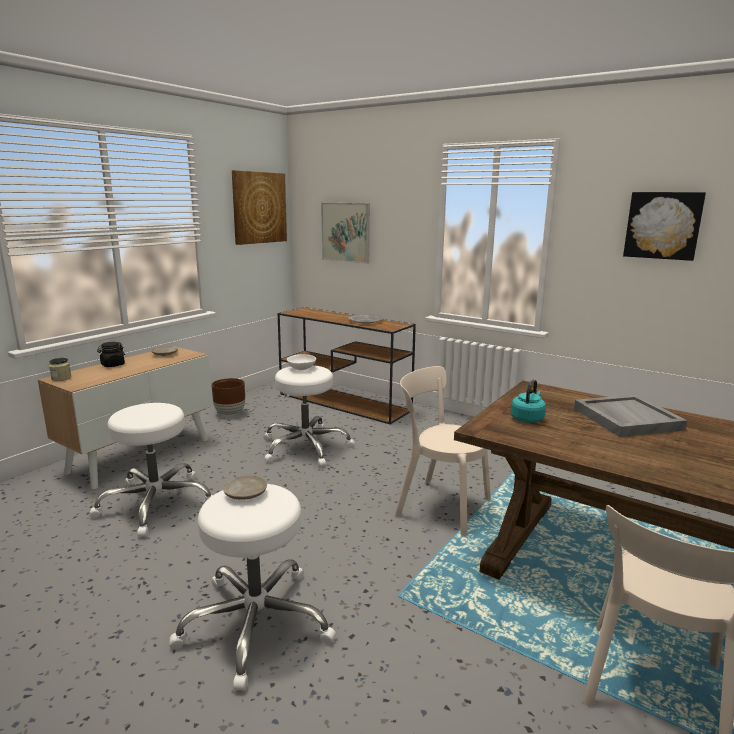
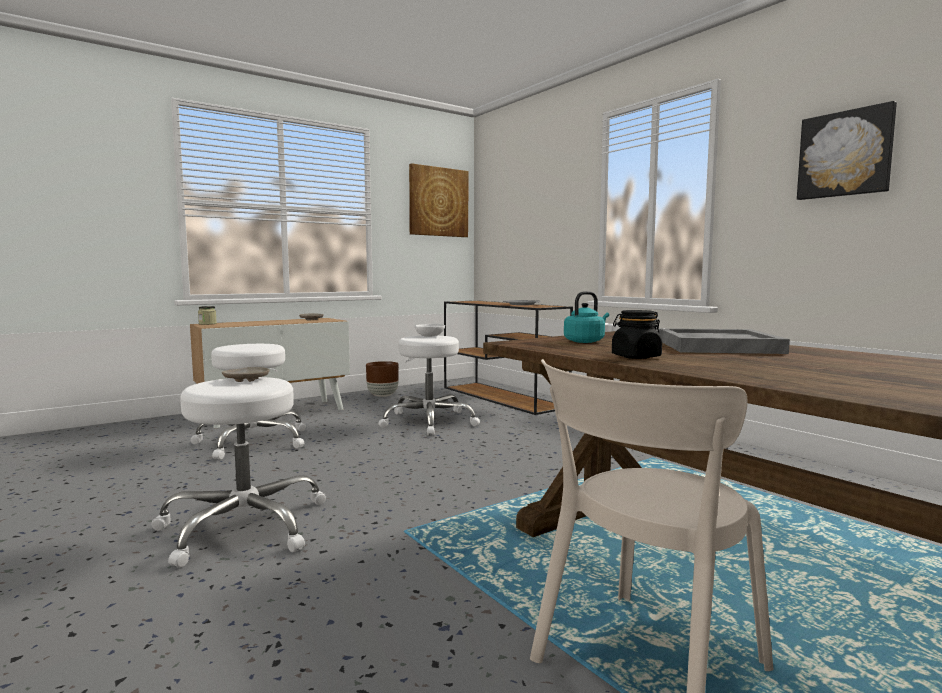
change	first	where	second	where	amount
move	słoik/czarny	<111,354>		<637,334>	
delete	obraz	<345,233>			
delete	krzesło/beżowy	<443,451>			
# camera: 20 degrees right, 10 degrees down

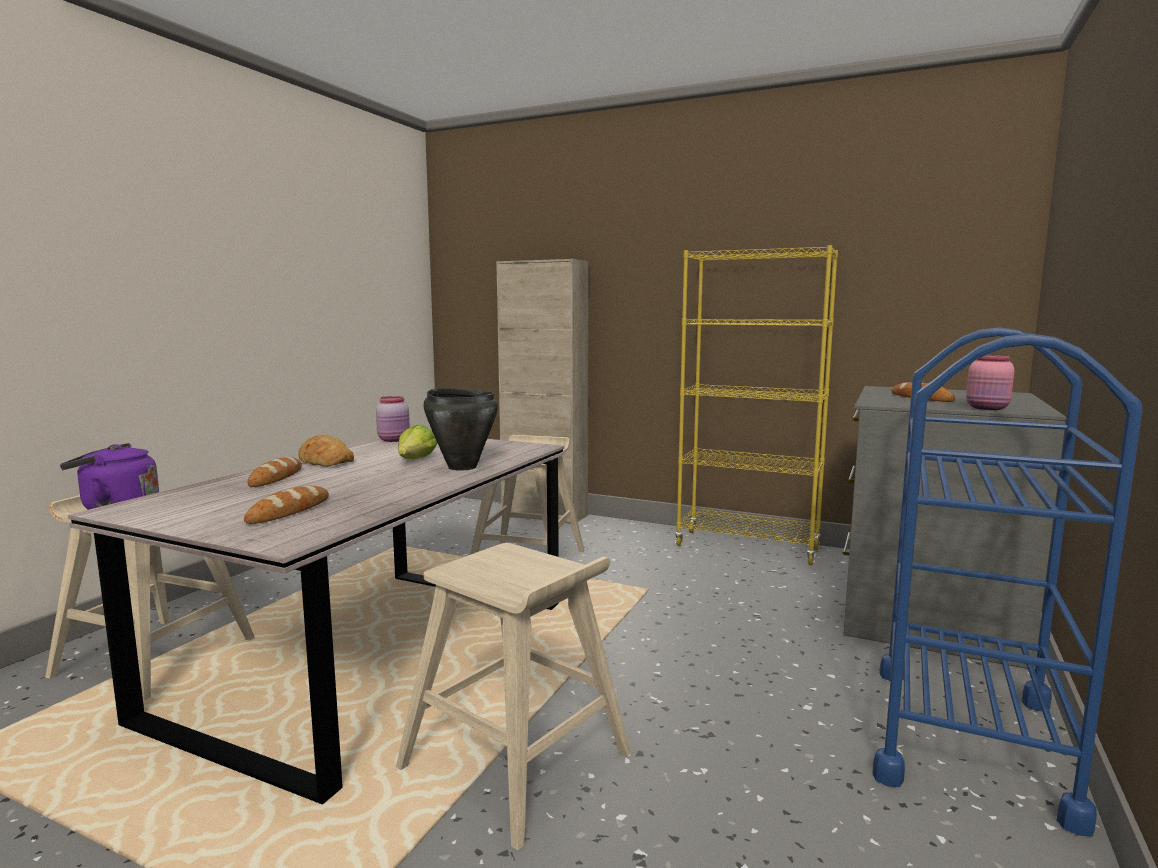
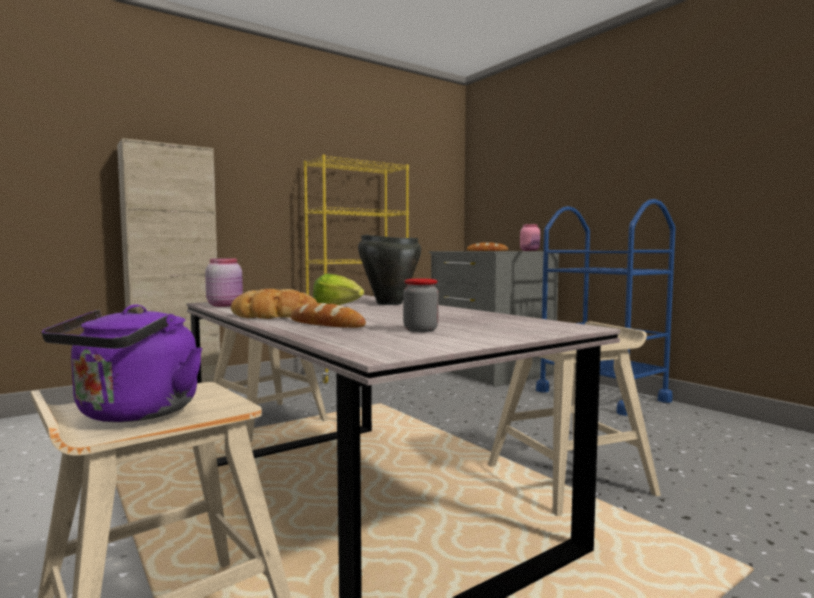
change	first	where	second	where	amount
delete	chleb	<286,505>			
insert			słoik	<421,305>	
# camera: 60 degrees left, 5 degrees down

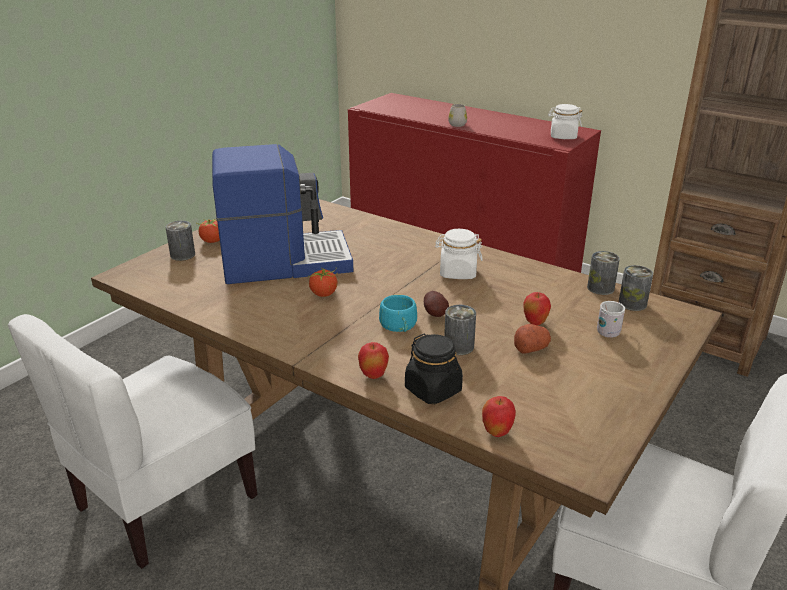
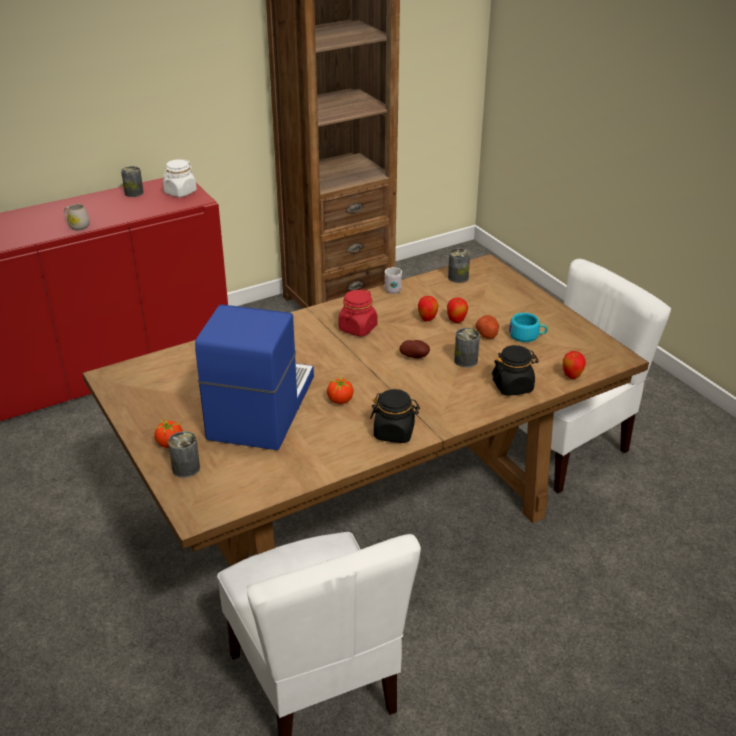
change	first	where	second	where	amount
move	jabłko	<373,360>		<428,308>	
move	filiżanka/turkusowy	<398,313>		<528,327>	
recolor	słoik/biały	<458,254>	słoik/czerwony	<357,313>	
move	puszka	<603,273>		<132,181>	
move	kubek/biały	<611,319>		<393,280>	
insert			słoik/czarny	<395,416>	
# camera: 65 degrees left, 5 degrees up

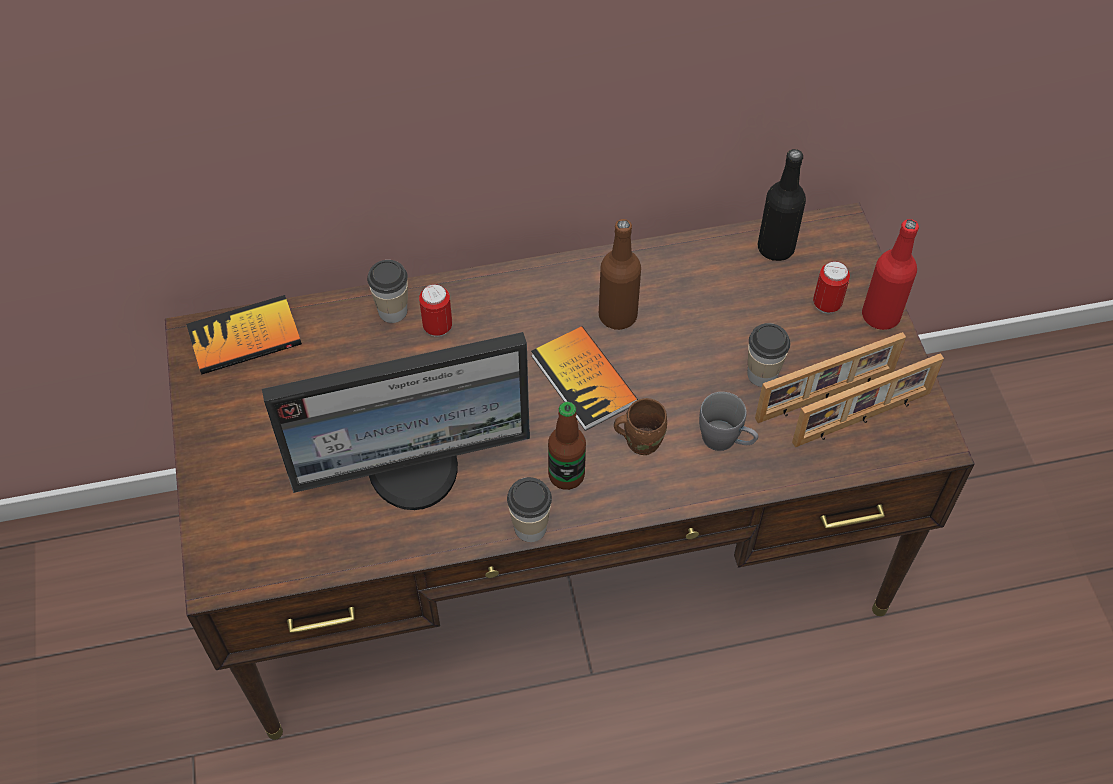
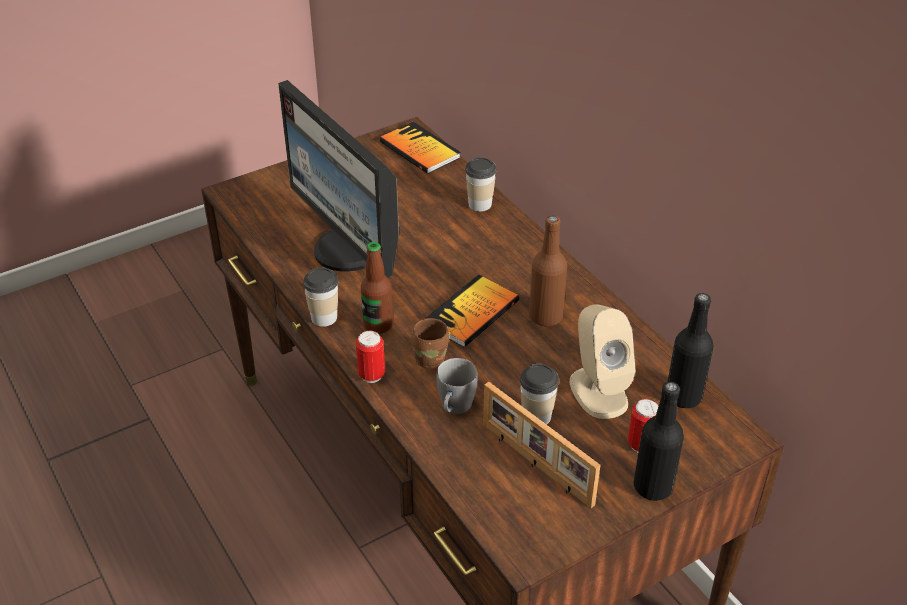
change	first	where	second	where	amount
move	puszka	<435,310>		<370,357>	
delete	ramka na zdjęcie	<868,400>			
recolor	butelka/czerwony	<890,274>	butelka/czarny	<659,441>	
insert			głośnik/beżowy	<603,361>	
# camera: 70 degrees right, 15 degrees down

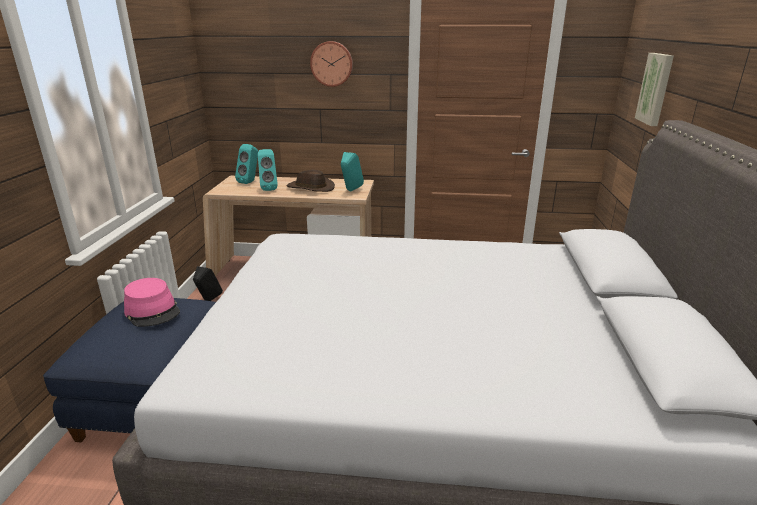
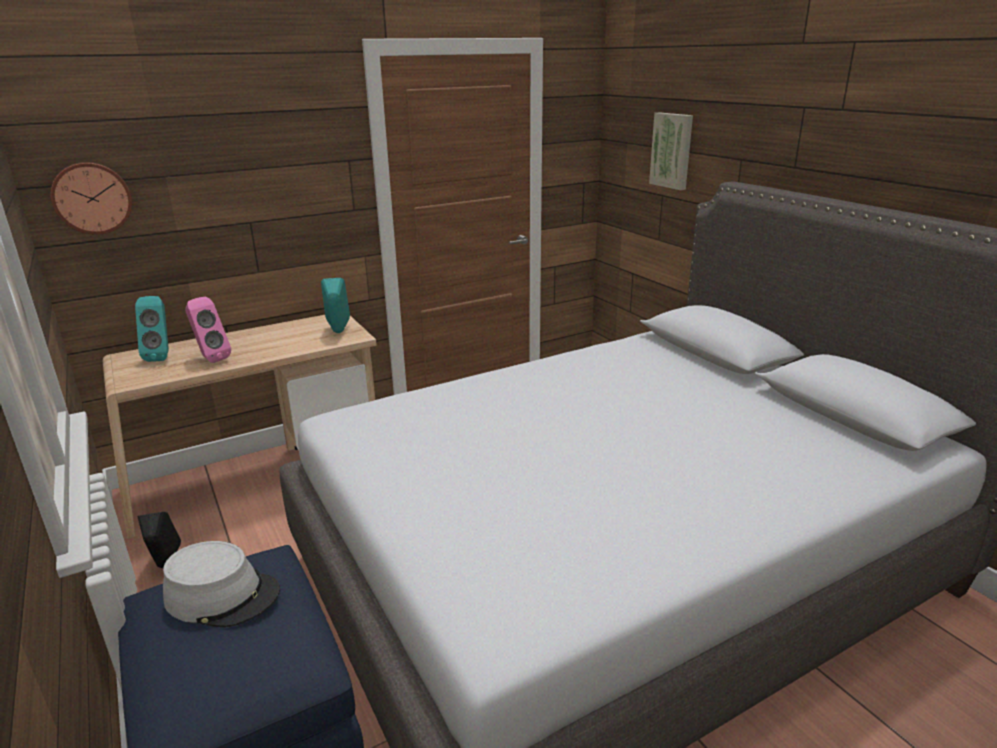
change	first	where	second	where	amount
recolor	kapelusz/różowy	<152,302>	kapelusz/szary	<221,584>	
recolor	głośnik/turkusowy	<268,170>	głośnik/różowy	<208,330>	
delete	kapelusz/brązowy	<311,181>			
move	zegar ścienny	<331,64>		<91,198>	
# camera: 35 degrees left, 0 degrees up

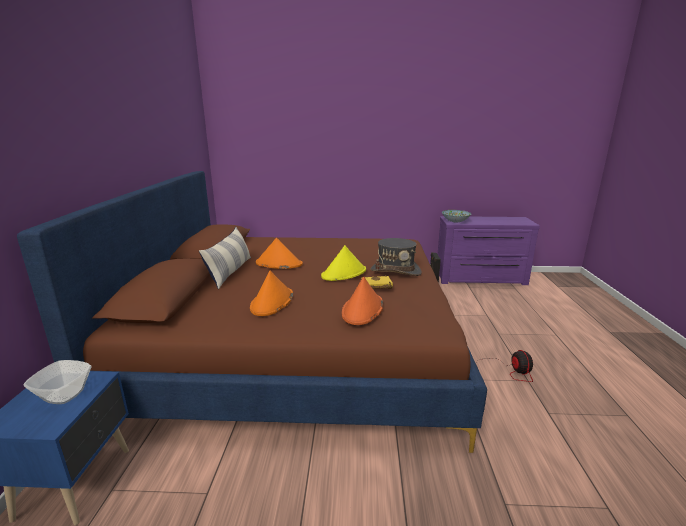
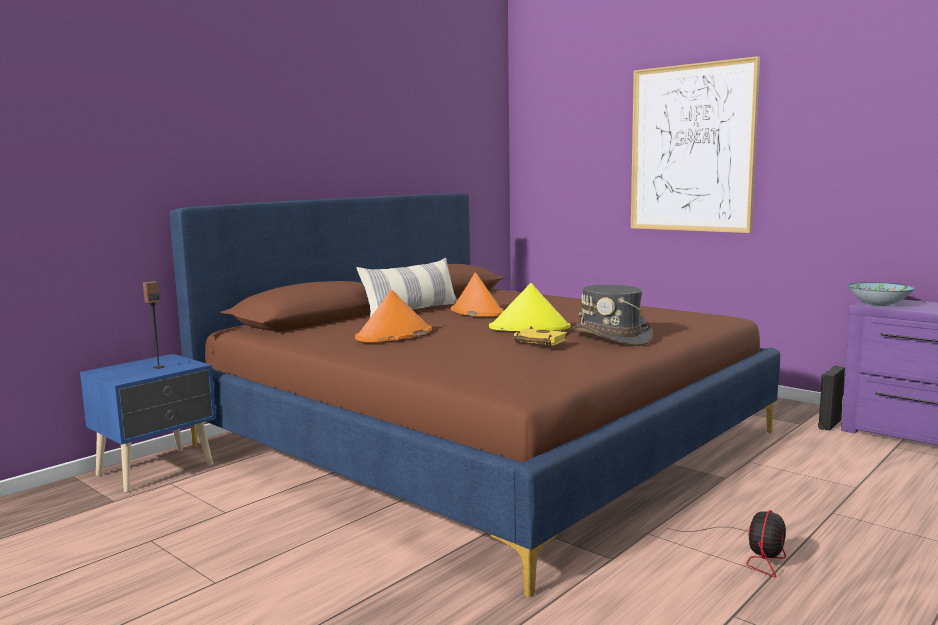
change	first	where	second	where	amount
replace	miska	<58,382>	głośnik	<154,325>	
delete	kapelusz/pomarańczowy	<362,301>			
insert			obraz	<695,144>	
# camera: 40 degrees right, 10 degrees down

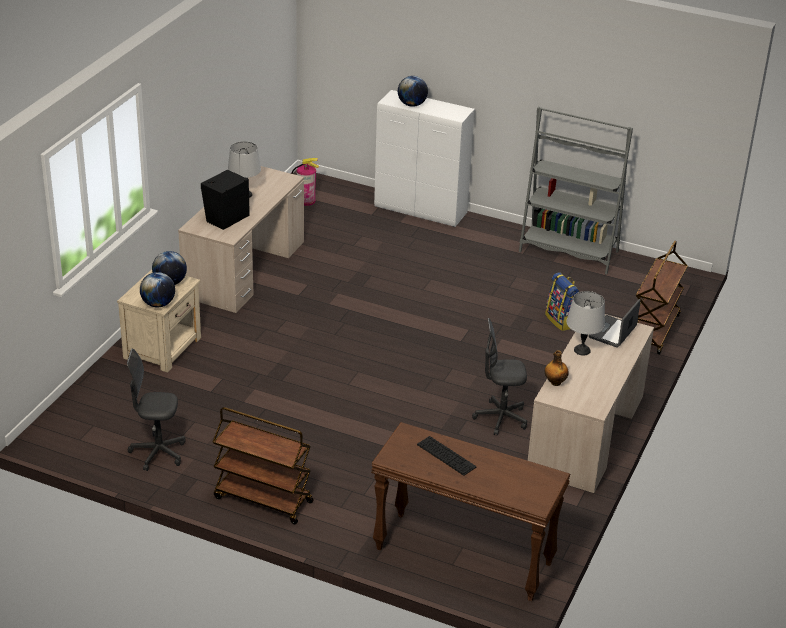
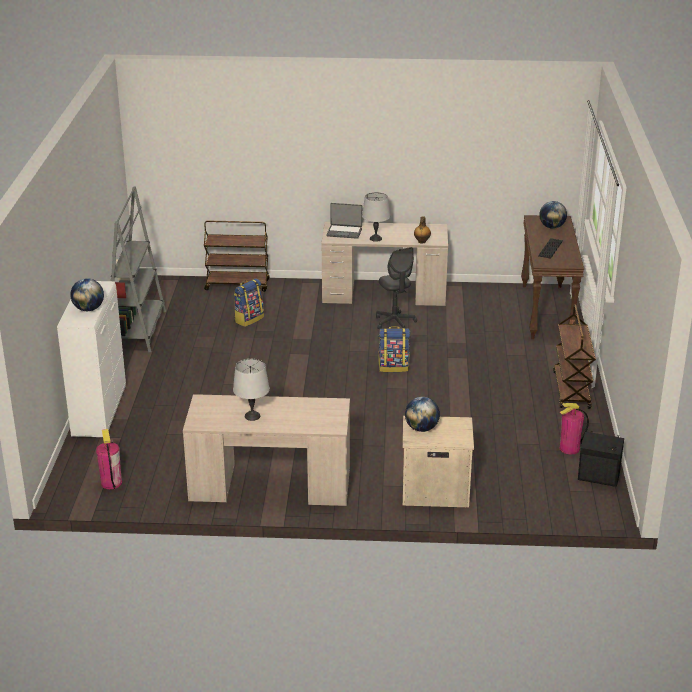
change	first	where	second	where	amount
replace	krzesło biurowe/szary	<156,410>	gaśnica	<574,429>	
move	globus	<157,290>		<553,215>	
move	głośnik/czarny	<225,200>		<601,459>	
insert			plecak	<394,349>	
# camera: 110 degrees left, 5 degrees down

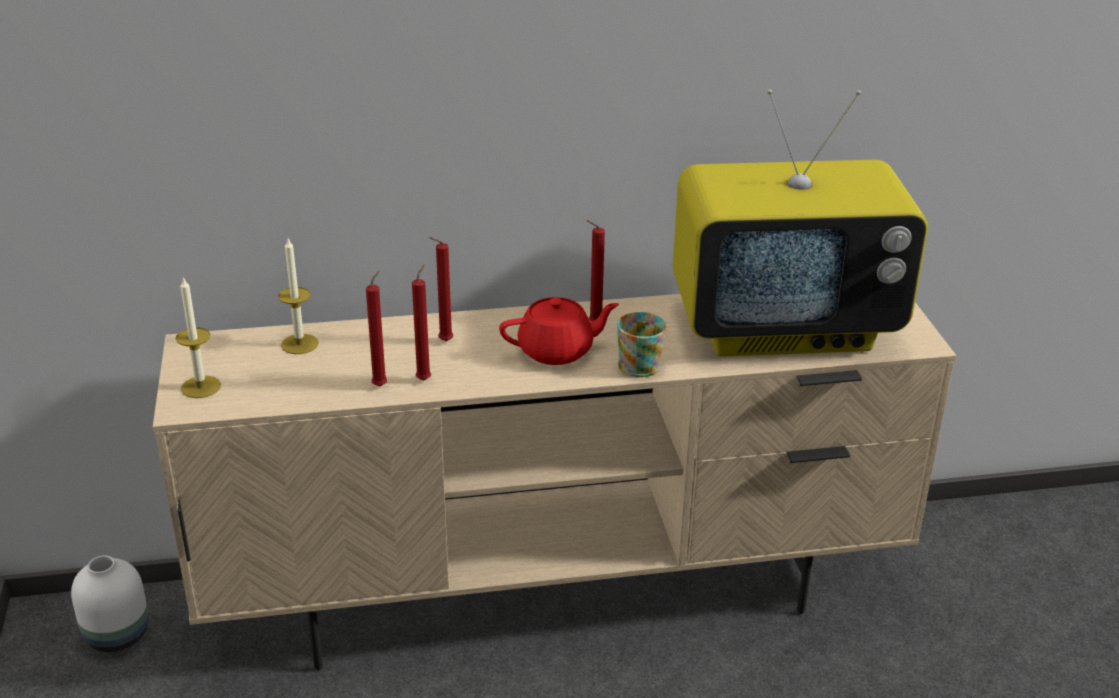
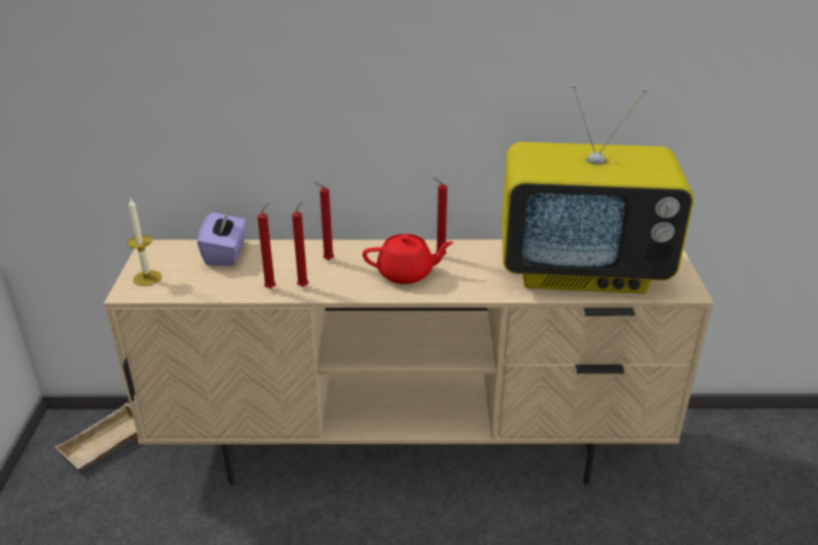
change	first	where	second	where	amount
replace	wazon/biały	<110,603>	taca/beżowy	<96,436>	
replace	świeca	<298,296>	pudełko chusteczek/fioletowy	<222,237>	
delete	kubek	<642,344>			
# camera: 10 degrees right, 0 degrees up

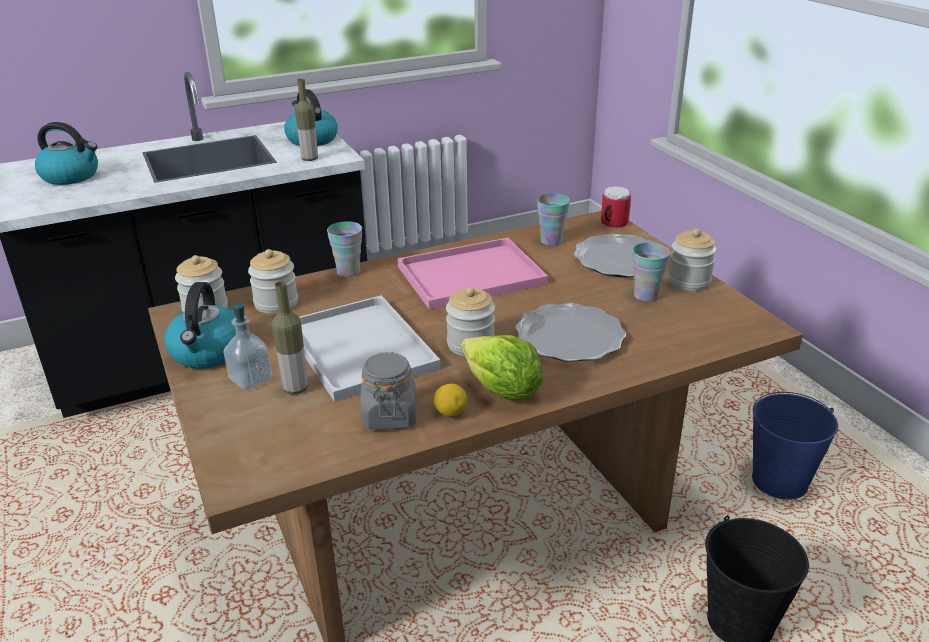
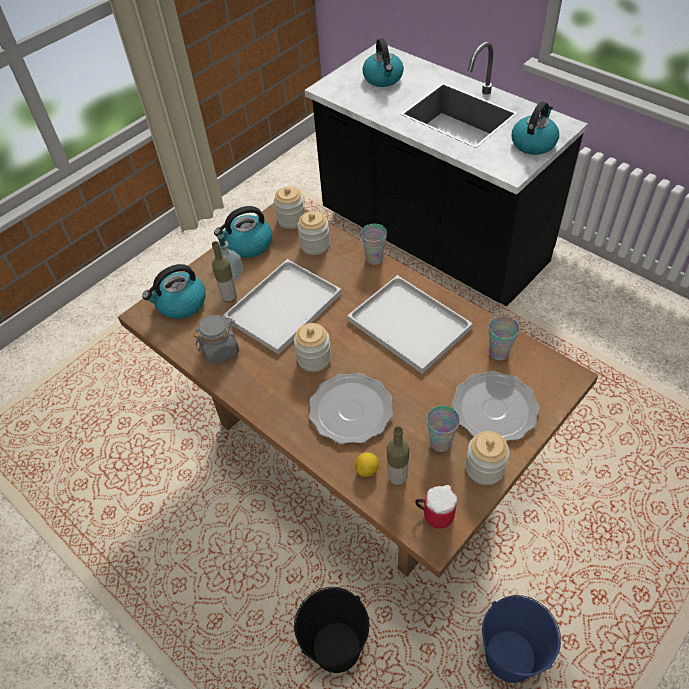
change	first	where	second	where	amount
move	butelka	<306,120>		<398,456>	
recolor	taca/różowy	<472,274>	taca/biały	<410,324>	
move	cytryna	<450,400>		<367,464>	
delete	sałata	<502,367>			
move	kubek	<616,206>		<436,507>	
insert			czajnik	<174,291>	
# camera: 70 degrees right, 20 degrees up

